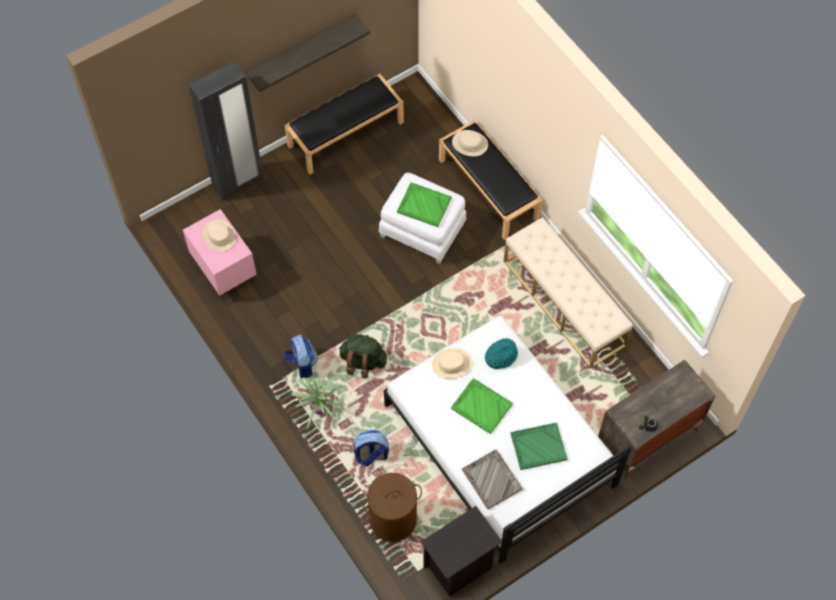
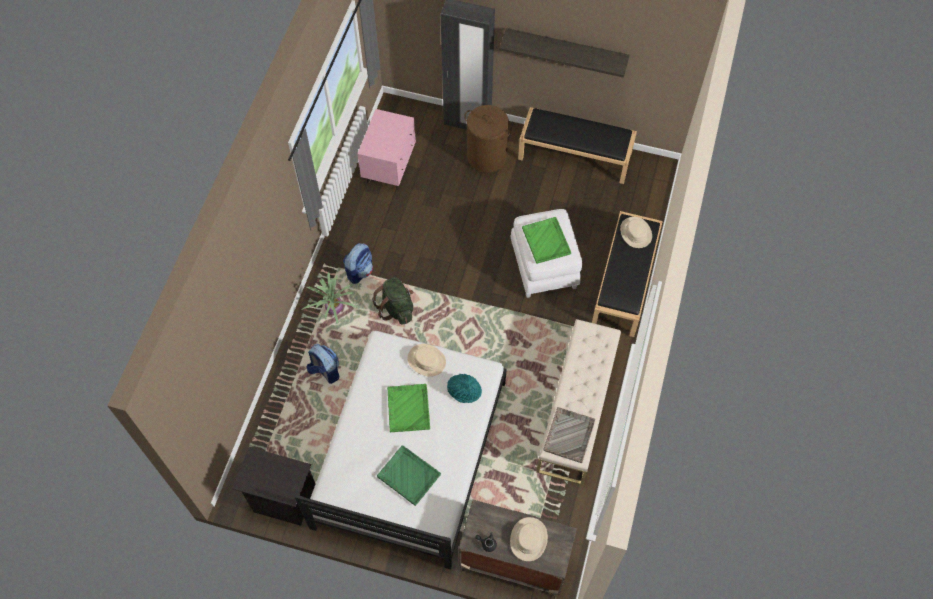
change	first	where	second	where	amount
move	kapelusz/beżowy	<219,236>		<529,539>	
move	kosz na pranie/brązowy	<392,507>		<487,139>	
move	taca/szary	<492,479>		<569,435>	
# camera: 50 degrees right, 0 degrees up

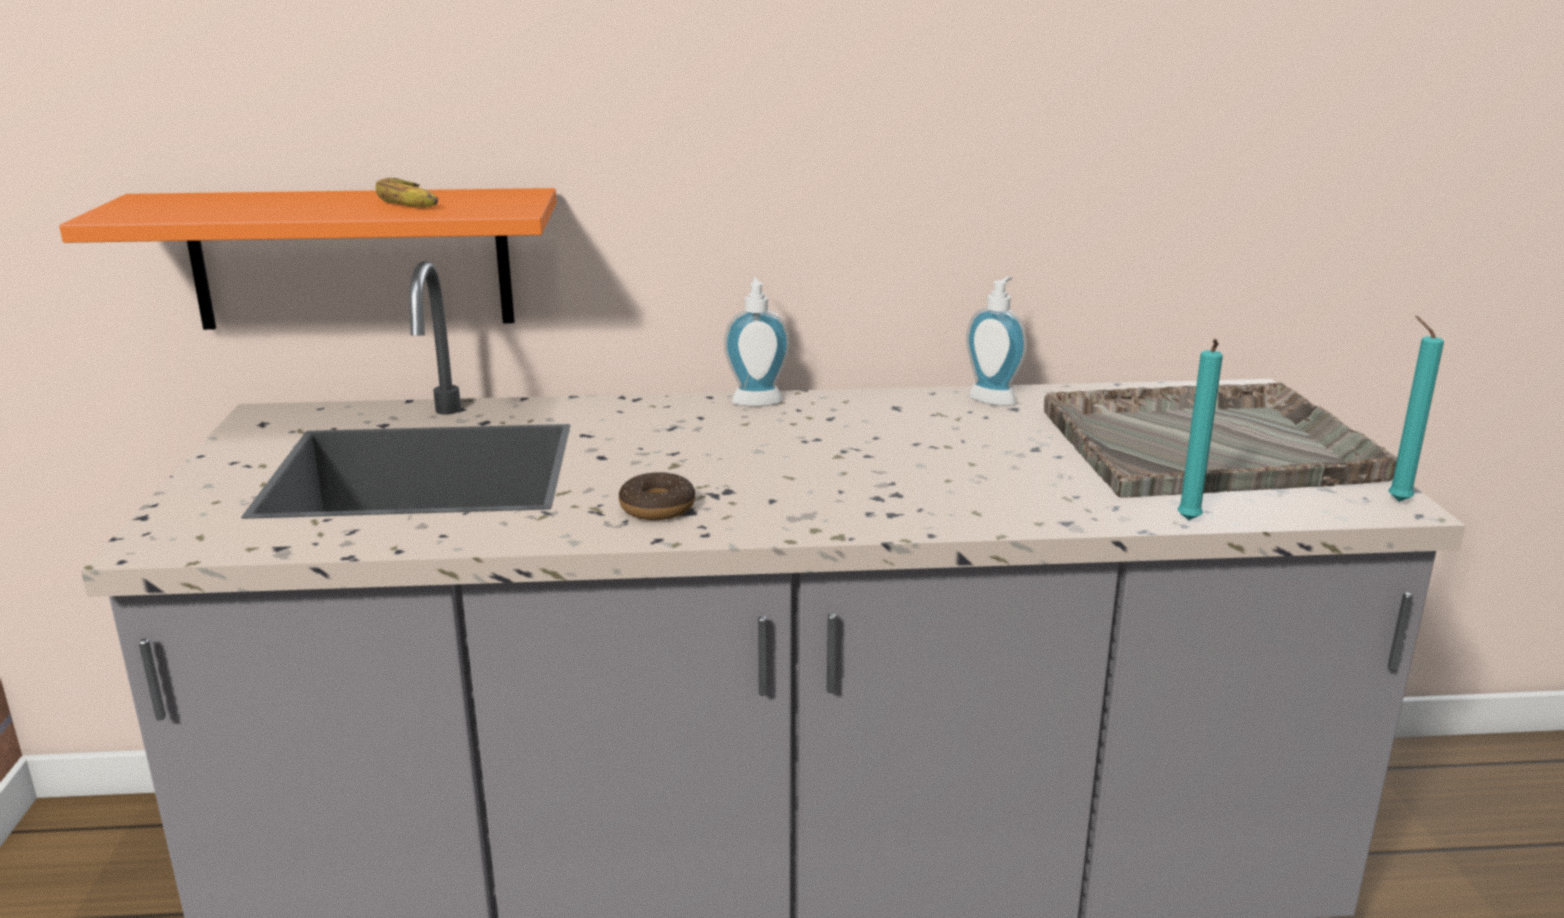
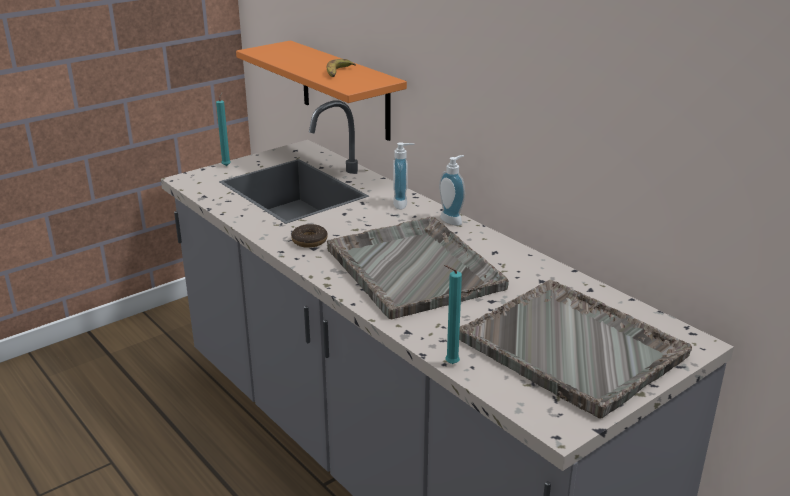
change	first	where	second	where	amount
move	dozownik mydła	<996,341>		<403,176>	
move	świeca/turkusowy	<1416,409>		<223,129>	
insert			taca/szary	<418,267>	
# camera: 55 degrees right, 5 degrees up

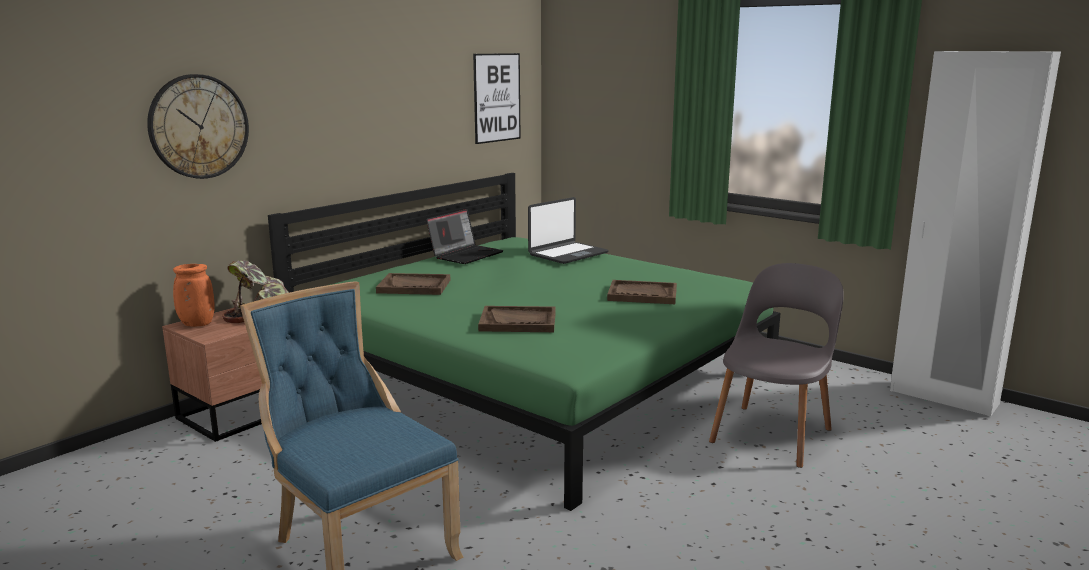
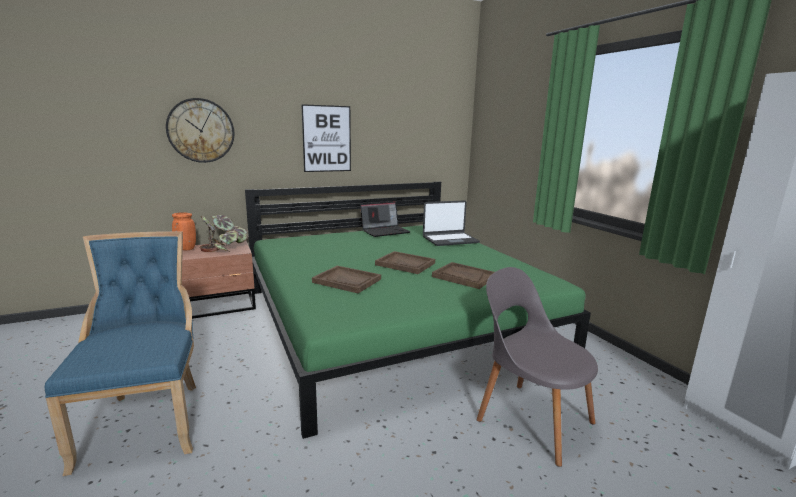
change	first	where	second	where	amount
move	taca/brązowy	<413,284>		<405,262>	
move	obraz	<496,98>		<326,138>	
rotate	krzesło/szary	<776,365>		<537,367>	105 degrees counterclockwise
# camera: 25 degrees right, 0 degrees up

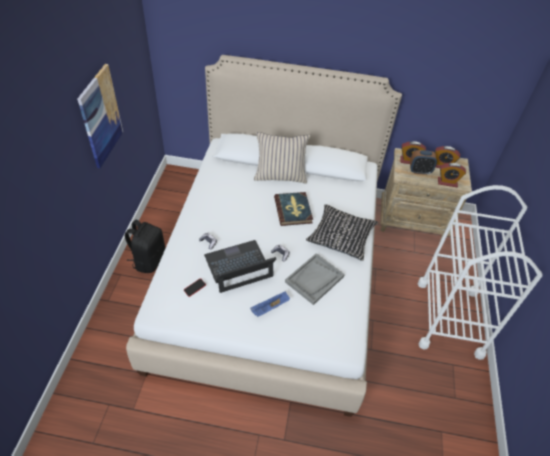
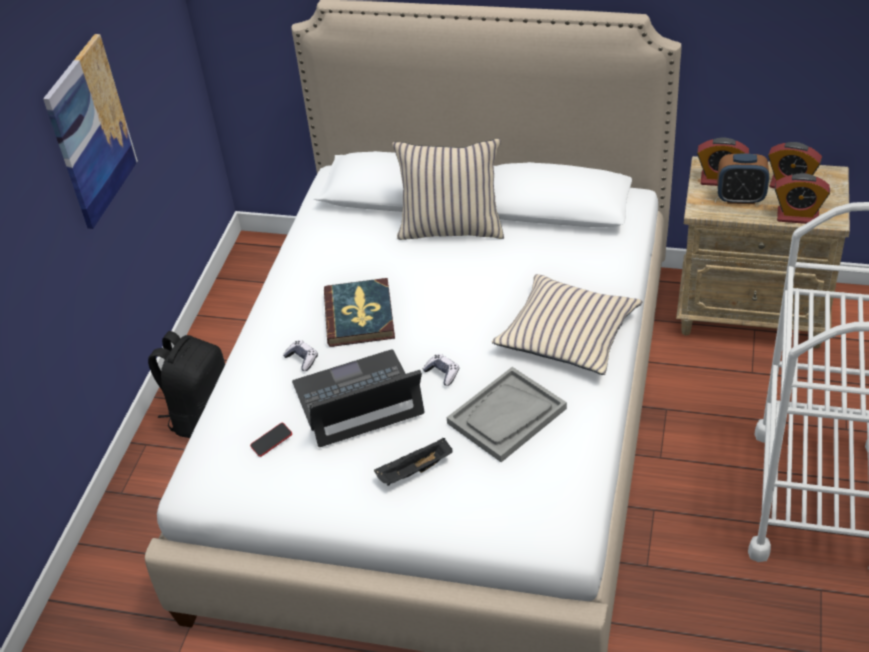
change	first	where	second	where	amount
recolor	taca/niebieski	<270,304>	taca/czarny	<413,462>	
move	książka	<293,209>		<359,312>	
recolor	poduszka/czarny	<342,232>	poduszka/beżowy	<567,324>	
# camera: 10 degrees right, 5 degrees down

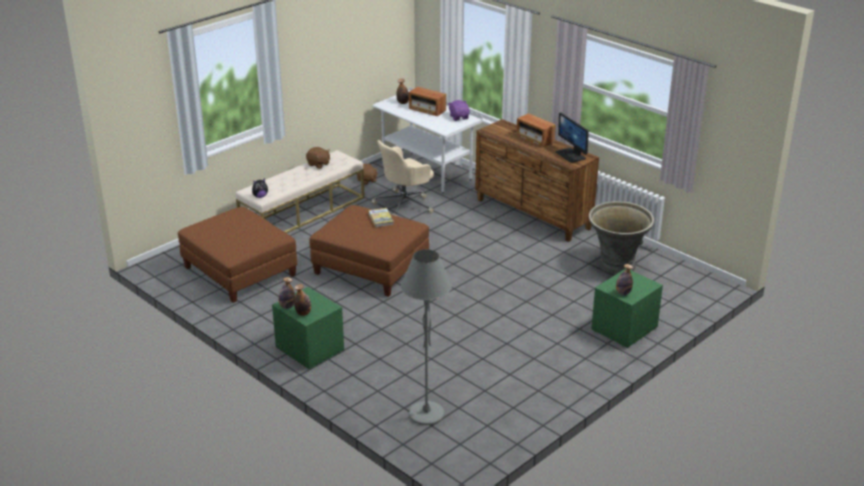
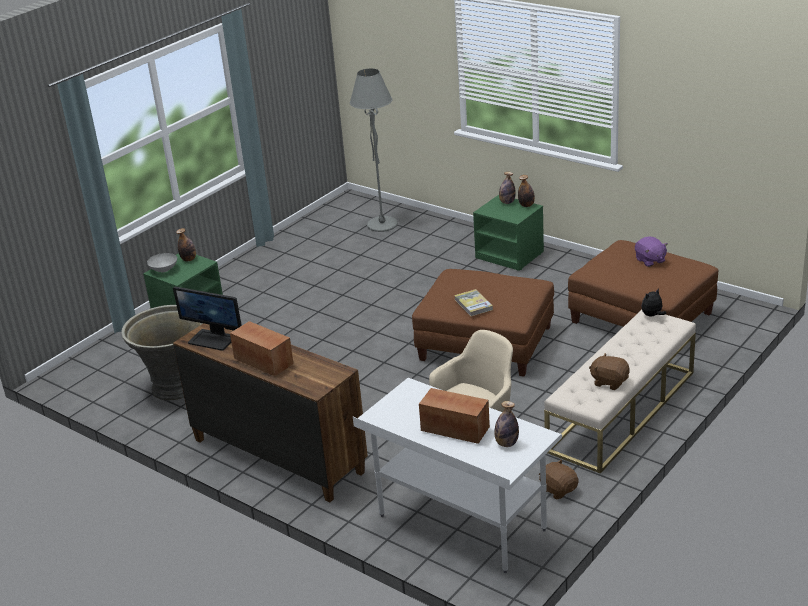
change	first	where	second	where	amount
move	pluszak/fioletowy	<459,110>		<651,251>	
rotate	monitor	<572,137>		<207,319>	150 degrees clockwise
insert			miska/szary	<162,262>	
# camera: 175 degrees right, 0 degrees up

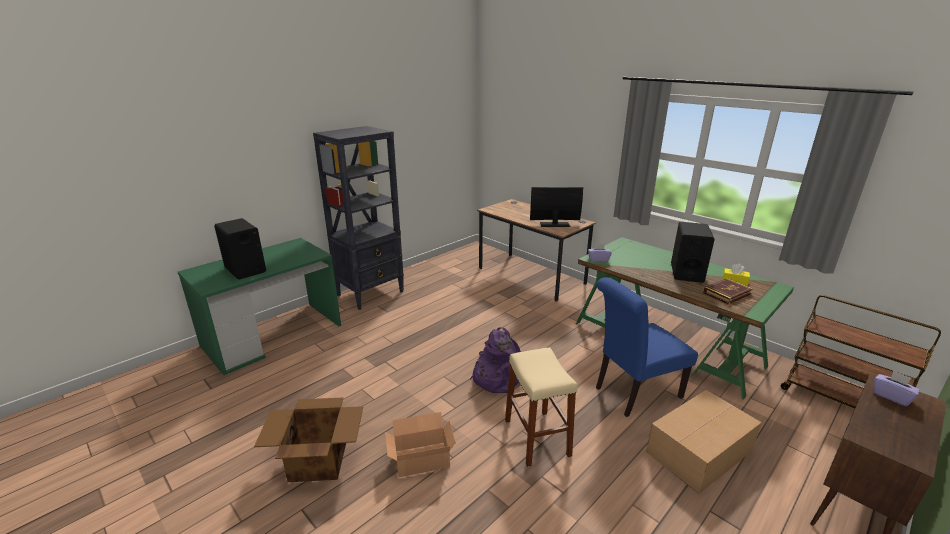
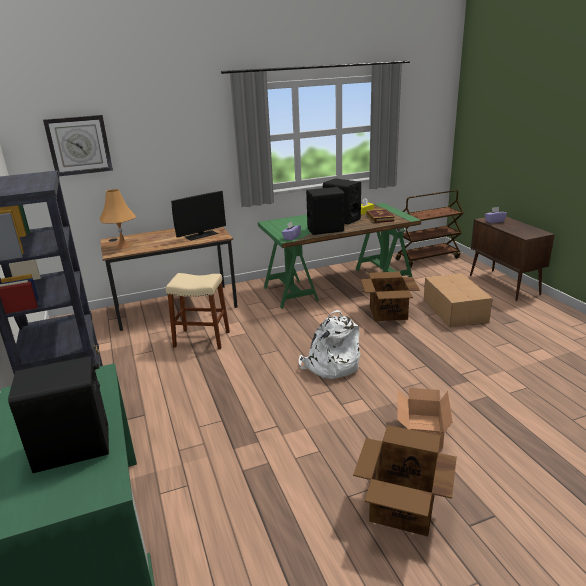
change	first	where	second	where	amount
recolor	plecak/fioletowy	<495,360>	plecak/biały	<329,344>	
move	stołek/beżowy	<541,407>		<198,311>	
rotate	monitor	<556,207>		<198,216>	150 degrees counterclockwise
replace	krzesło/niebieski	<647,347>	karton	<390,296>	
insert			zegar ścienny	<78,145>	
insert			lampa stołowa/pomarańczowy	<118,219>	
insert			głośnik/czarny	<325,211>	
# camera: 65 degrees left, 0 degrees up

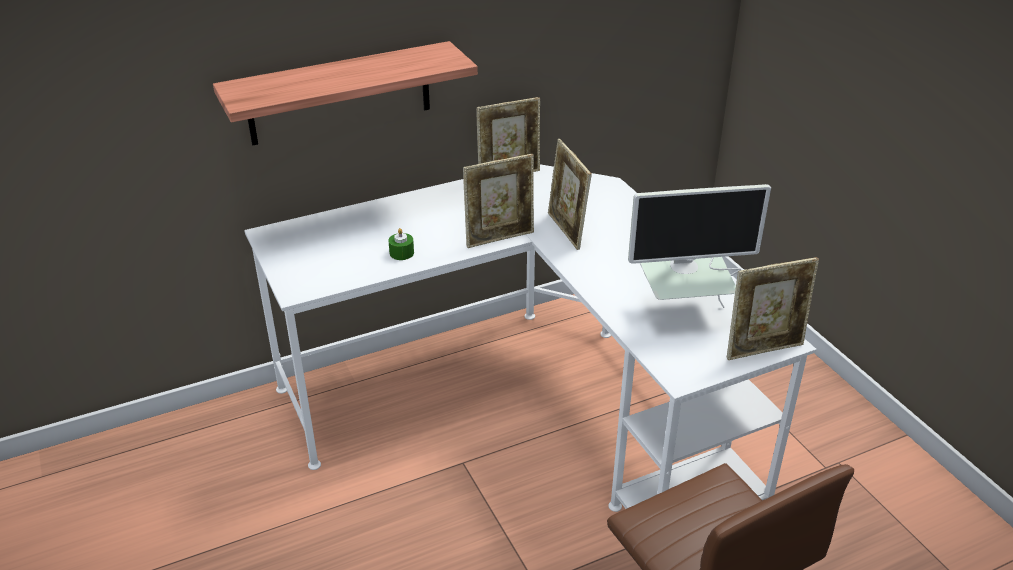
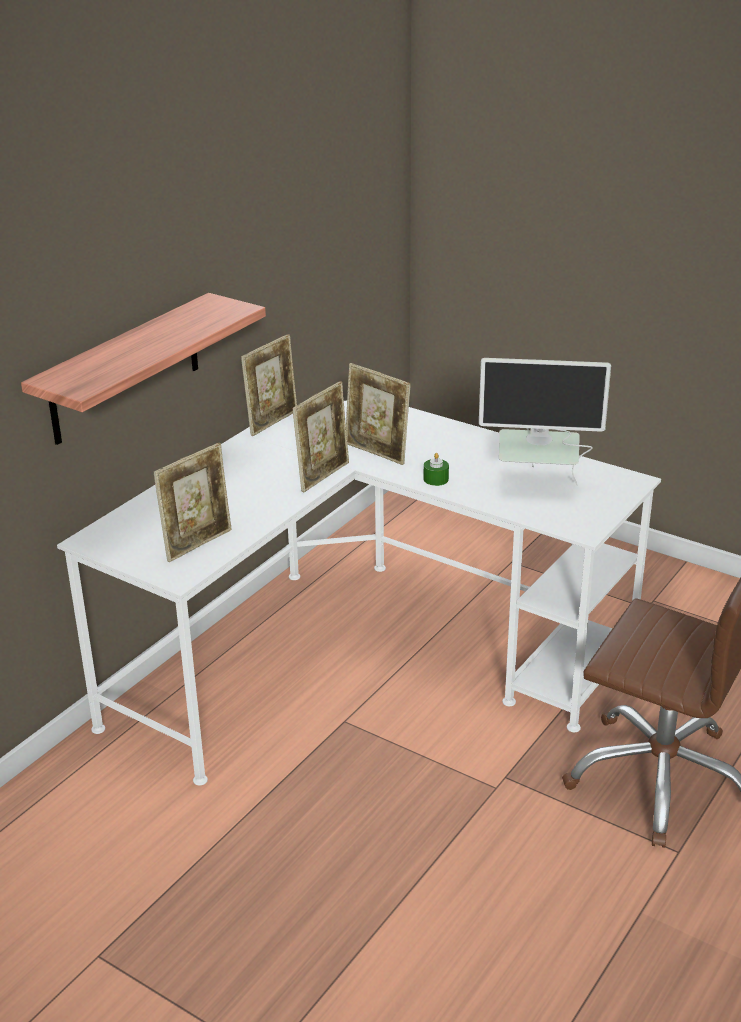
change	first	where	second	where	amount
move	świeca/zielony	<401,244>		<436,469>	
rotate	monitor	<699,246>		<545,422>	45 degrees clockwise
move	ramka na zdjęcie	<773,308>		<193,502>	
# camera: 30 degrees left, 5 degrees down

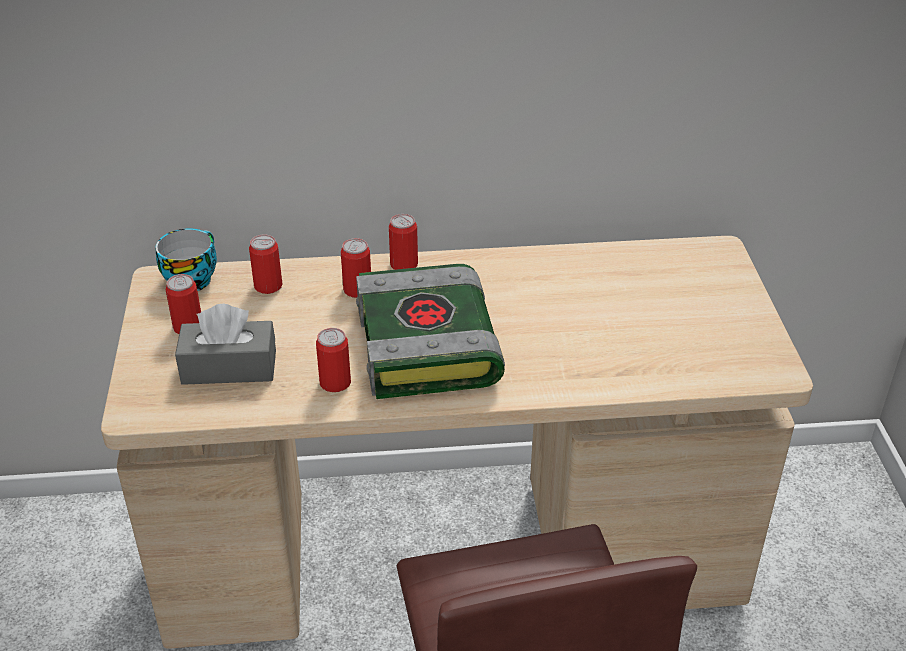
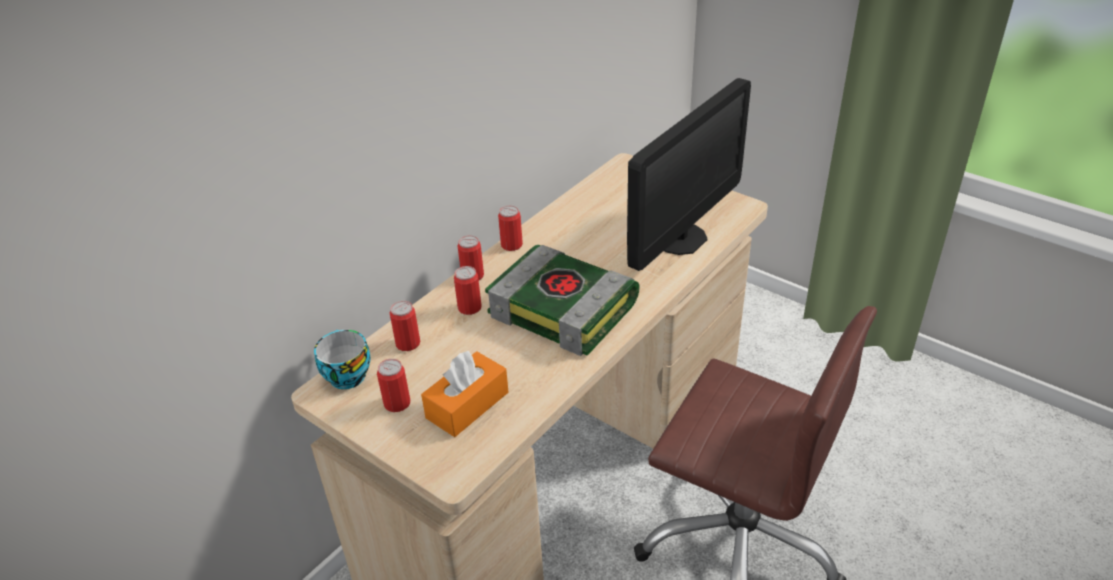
change	first	where	second	where	amount
recolor	pudełko chusteczek/szary	<225,344>	pudełko chusteczek/pomarańczowy	<465,394>	
move	puszka	<333,360>		<510,228>	
insert			monitor	<689,174>	
# camera: 45 degrees left, 0 degrees up

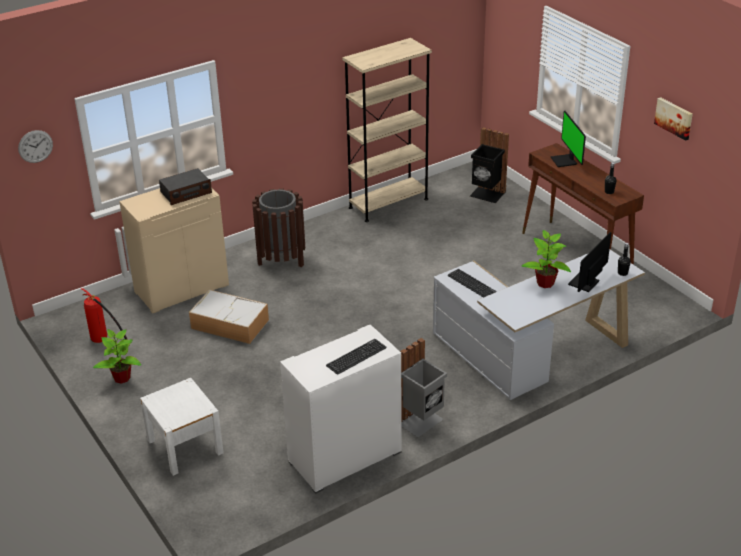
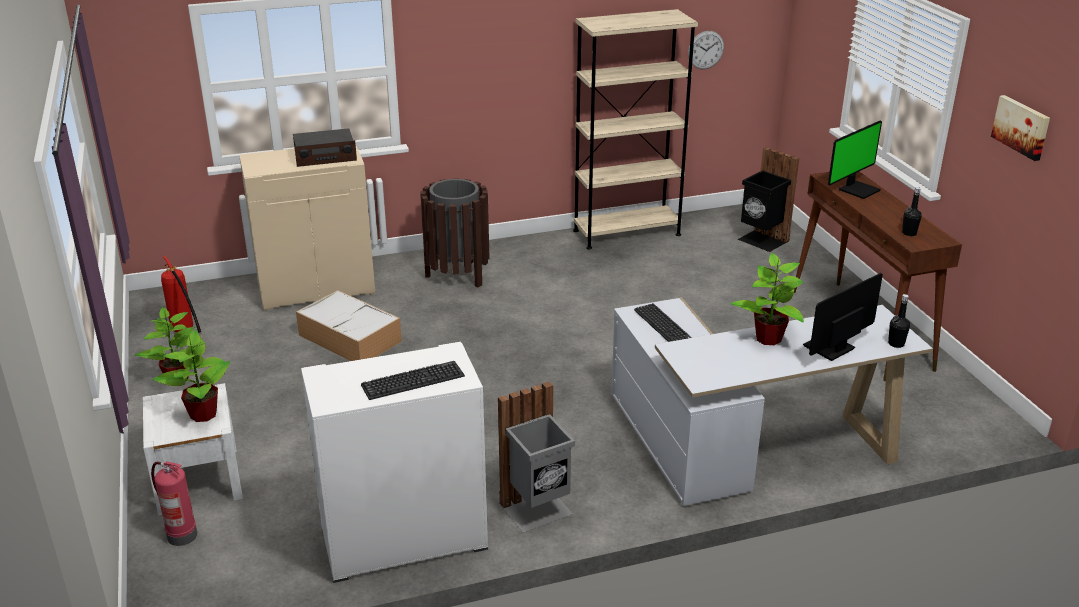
change	first	where	second	where	amount
move	zegar ścienny	<35,146>		<706,50>	
rotate	monitor	<568,139>		<855,159>	135 degrees counterclockwise
insert			gaśnica	<174,503>	
insert			roślina doniczkowa	<191,376>	
# camera: 15 degrees right, 5 degrees down

